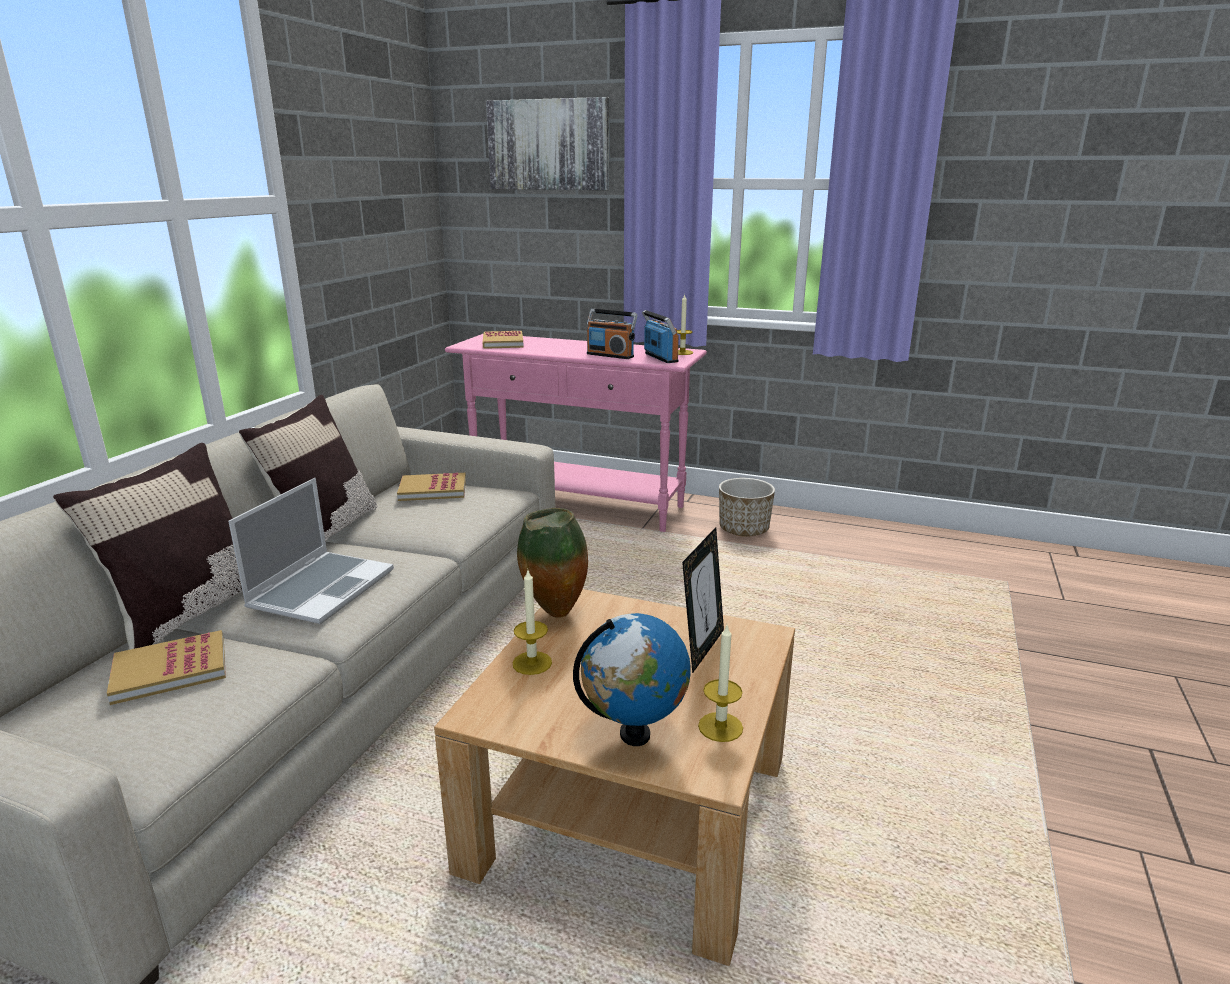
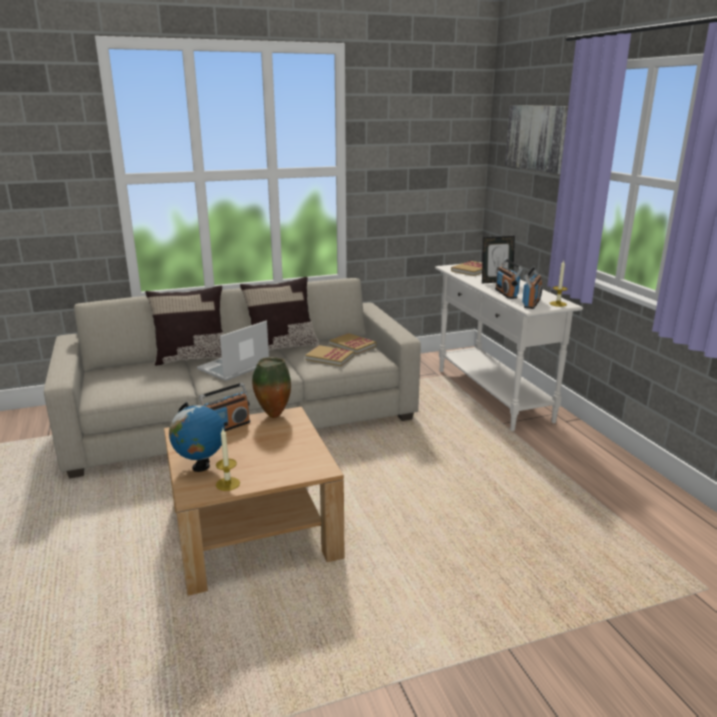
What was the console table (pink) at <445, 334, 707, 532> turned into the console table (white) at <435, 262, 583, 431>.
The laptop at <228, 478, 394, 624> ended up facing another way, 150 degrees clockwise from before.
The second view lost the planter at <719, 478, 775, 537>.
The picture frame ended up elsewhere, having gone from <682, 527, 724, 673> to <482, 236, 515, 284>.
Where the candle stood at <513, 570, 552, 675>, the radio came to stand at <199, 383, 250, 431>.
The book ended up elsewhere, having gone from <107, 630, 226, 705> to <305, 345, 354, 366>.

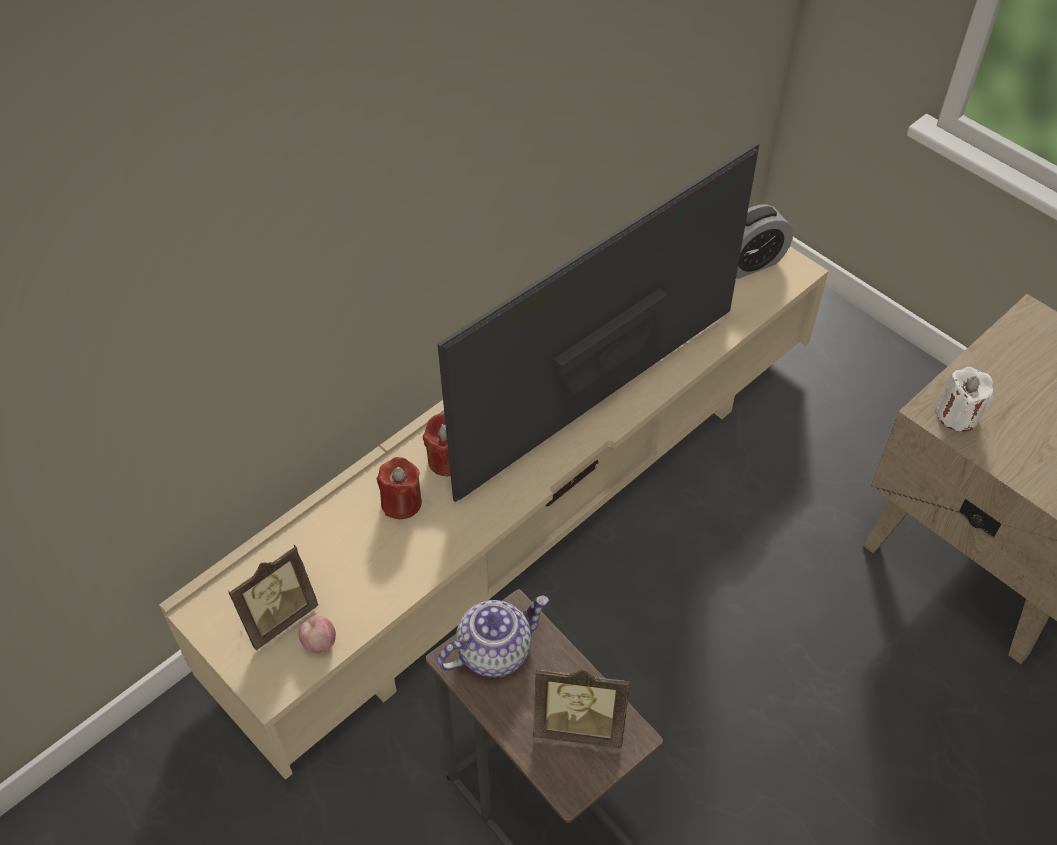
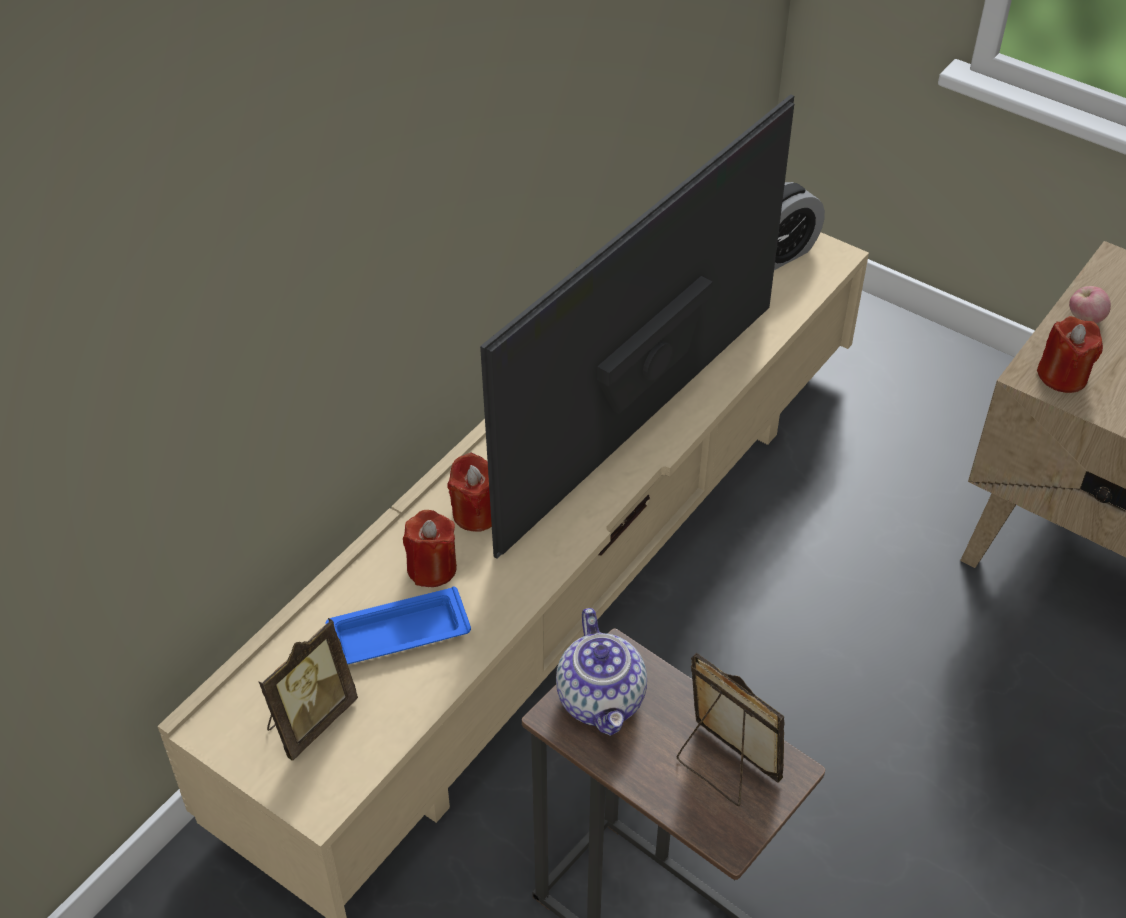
What was the candle (white) at <936, 367, 993, 431> turned into the candle (red) at <1037, 316, 1103, 393>.
The teapot at <437, 595, 549, 677> ended up facing another way, 120 degrees clockwise from before.
The apple ended up elsewhere, having gone from <299, 615, 336, 653> to <1069, 286, 1111, 324>.
The picture frame at <533, 668, 630, 748> ended up facing another way, 135 degrees counterclockwise from before.
The second view gained the tray (blue) at <326, 586, 471, 665>.

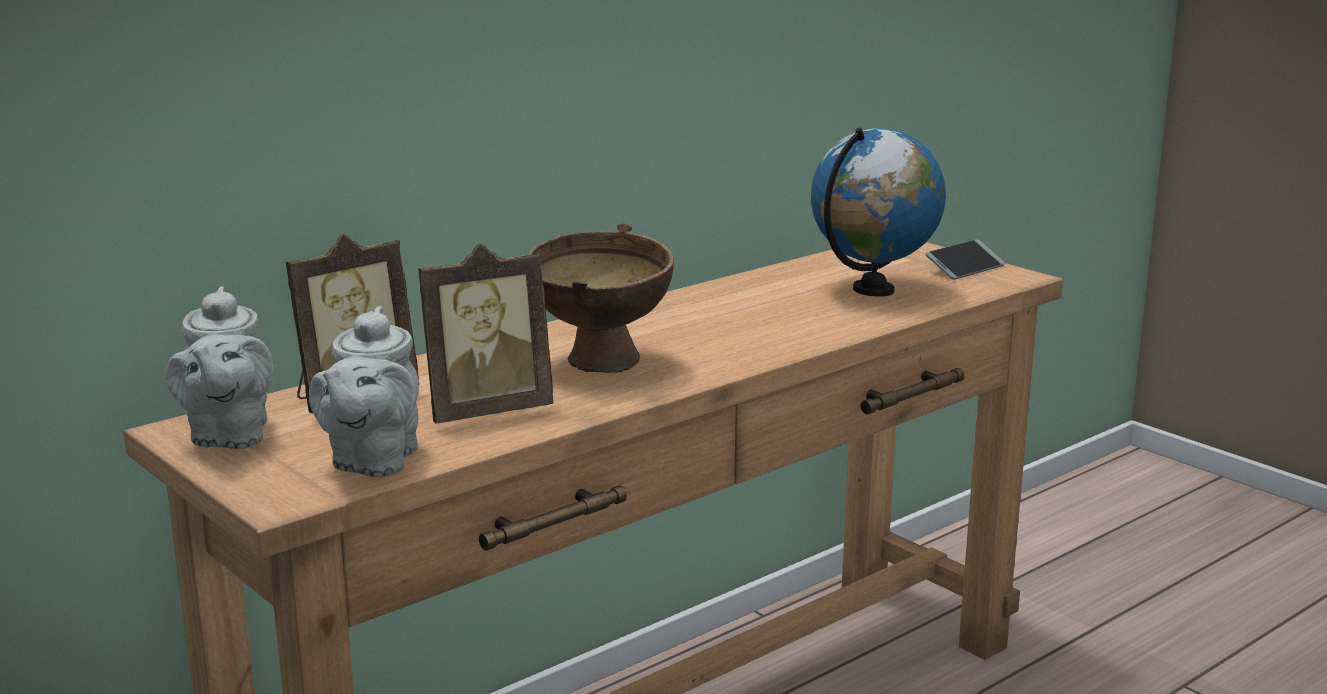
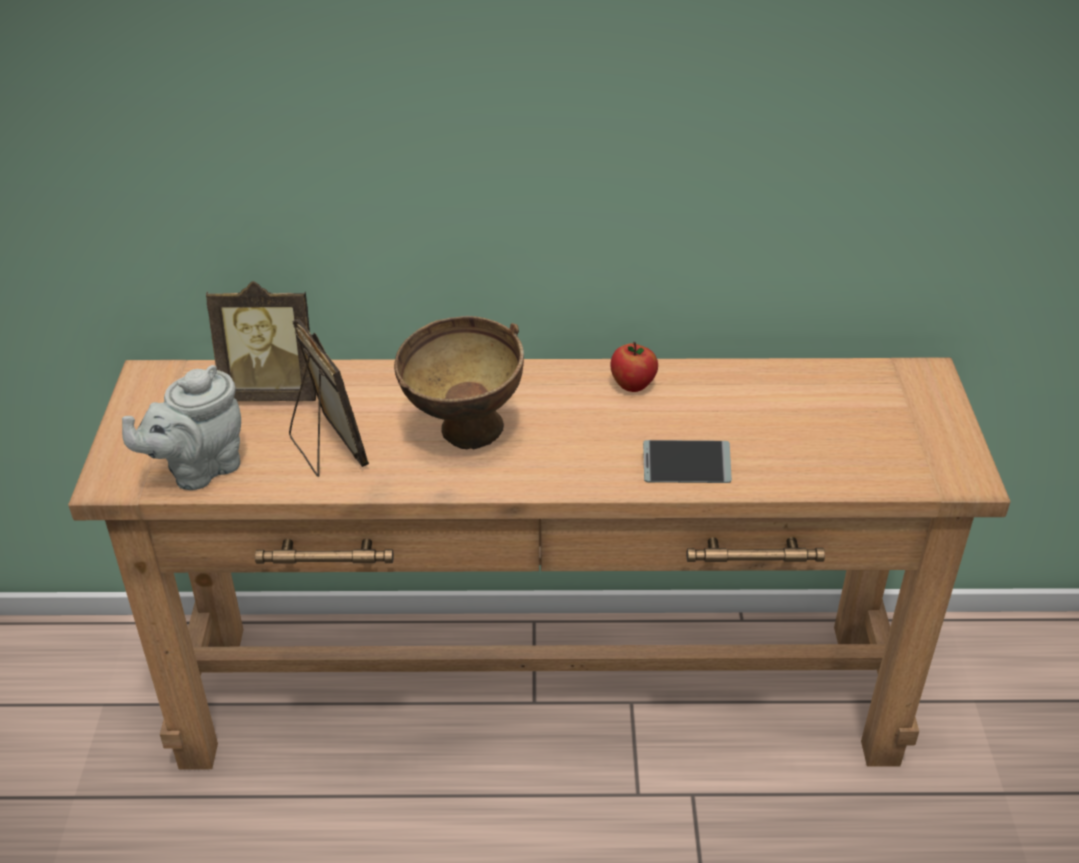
The second view lost the globe at <811, 128, 946, 297>.
The phone ended up elsewhere, having gone from <925, 239, 1005, 280> to <643, 440, 732, 483>.
The picture frame at <418, 243, 553, 423> ended up facing another way, 135 degrees counterclockwise from before.
The second view lost the teapot (grey) at <166, 286, 273, 449>.
The second view gained the apple at <610, 342, 658, 392>.

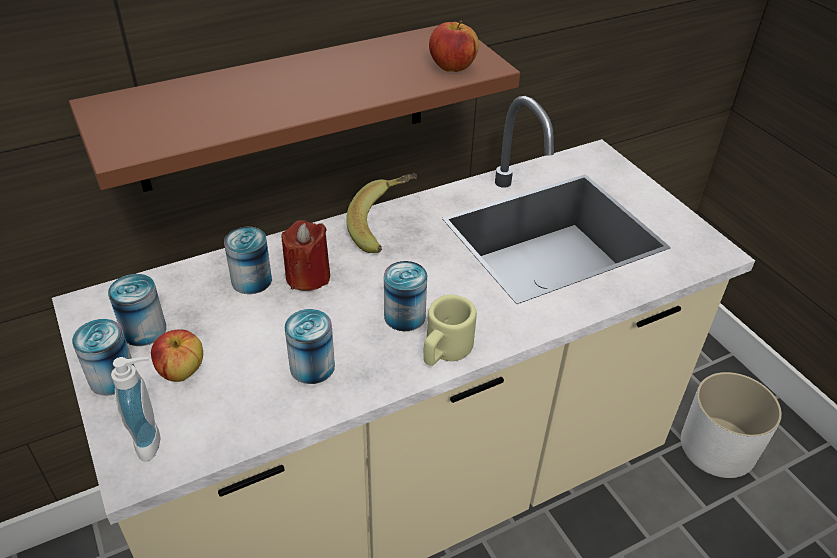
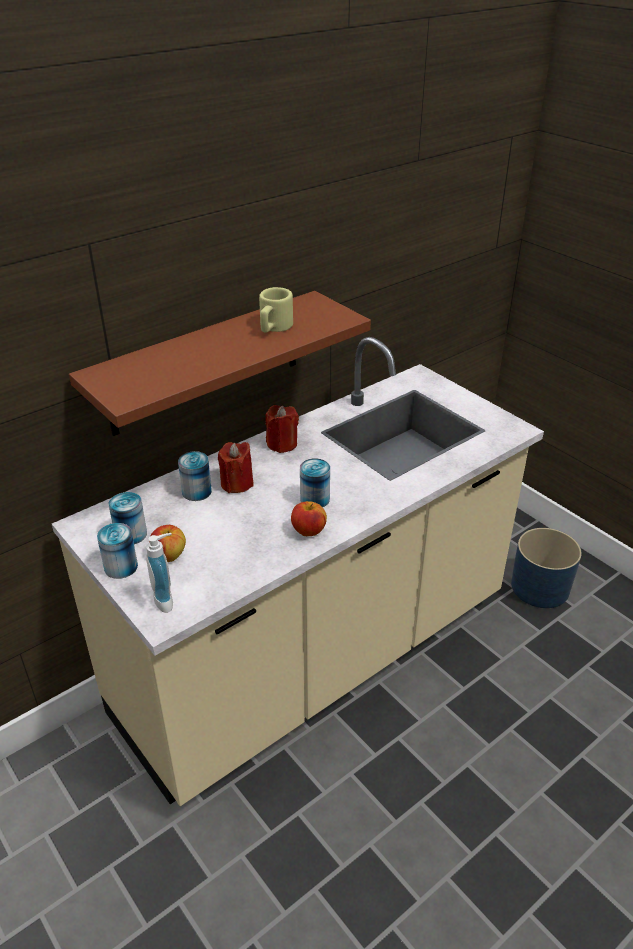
The apple ended up elsewhere, having gone from <429, 21, 479, 72> to <291, 501, 327, 536>.
Where the banana stood at <346, 173, 417, 253>, the candle (red) came to stand at <265, 405, 299, 453>.
The mug (beige) ended up elsewhere, having gone from <423, 295, 477, 366> to <259, 287, 293, 332>.
The second view lost the can at <285, 309, 335, 384>.
What was the planter (white) at <681, 372, 782, 478> turned into the planter (blue) at <511, 528, 582, 608>.

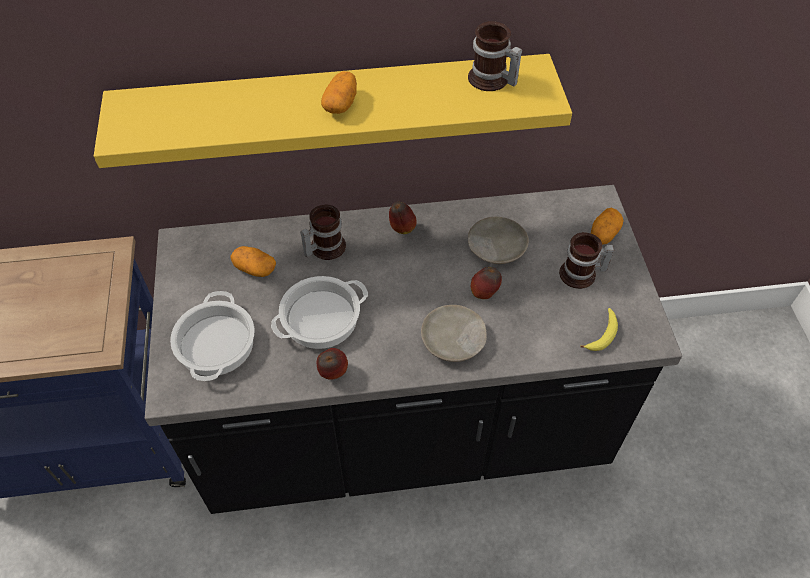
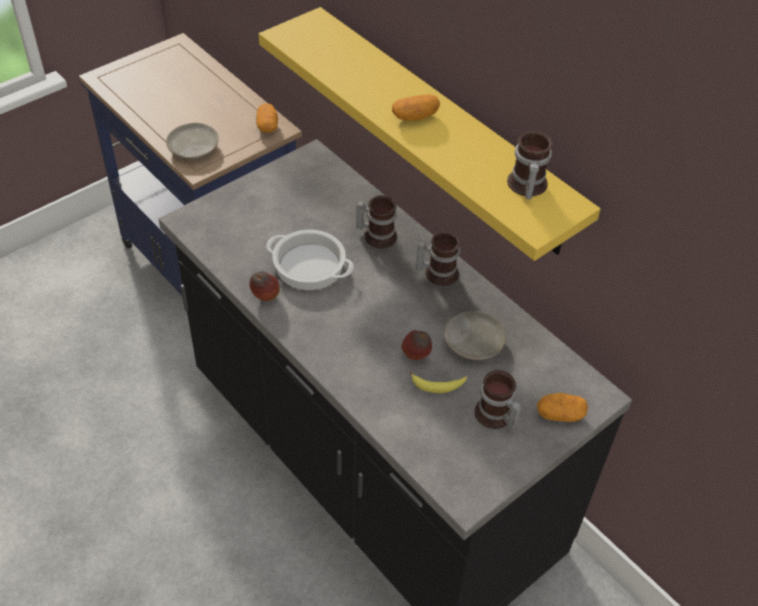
Where the apple stood at <389, 202, 417, 234>, the mug came to stand at <416, 232, 460, 286>.
The potato ended up elsewhere, having gone from <230, 246, 276, 277> to <256, 103, 278, 133>.
The second view lost the cooking pot at <170, 291, 254, 381>.
The plate (beige) ended up elsewhere, having gone from <421, 305, 487, 362> to <166, 123, 219, 159>.
The banana ended up elsewhere, having gone from <581, 308, 618, 351> to <410, 372, 467, 393>.

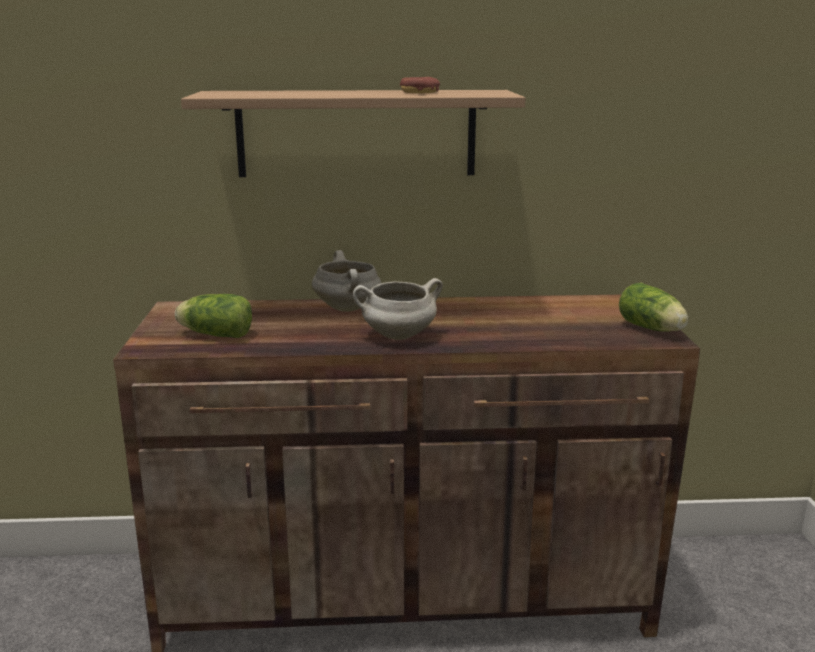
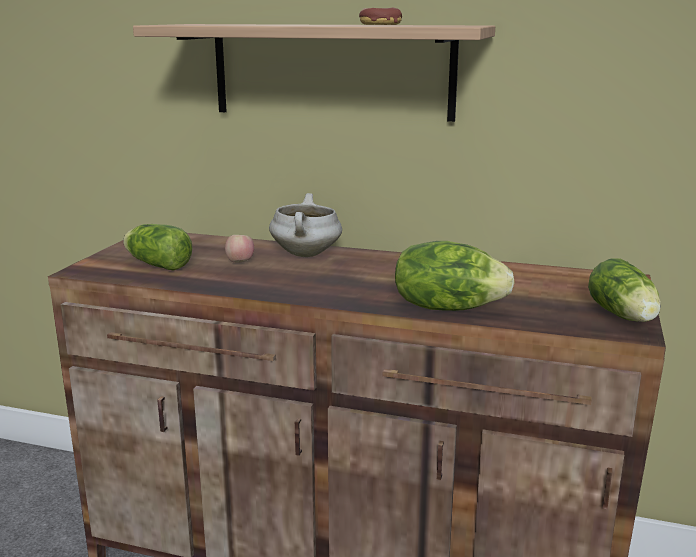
The second view lost the cooking pot (white) at <353, 278, 443, 340>.
The second view gained the apple at <225, 235, 254, 263>.
The second view gained the lettuce at <395, 241, 515, 311>.

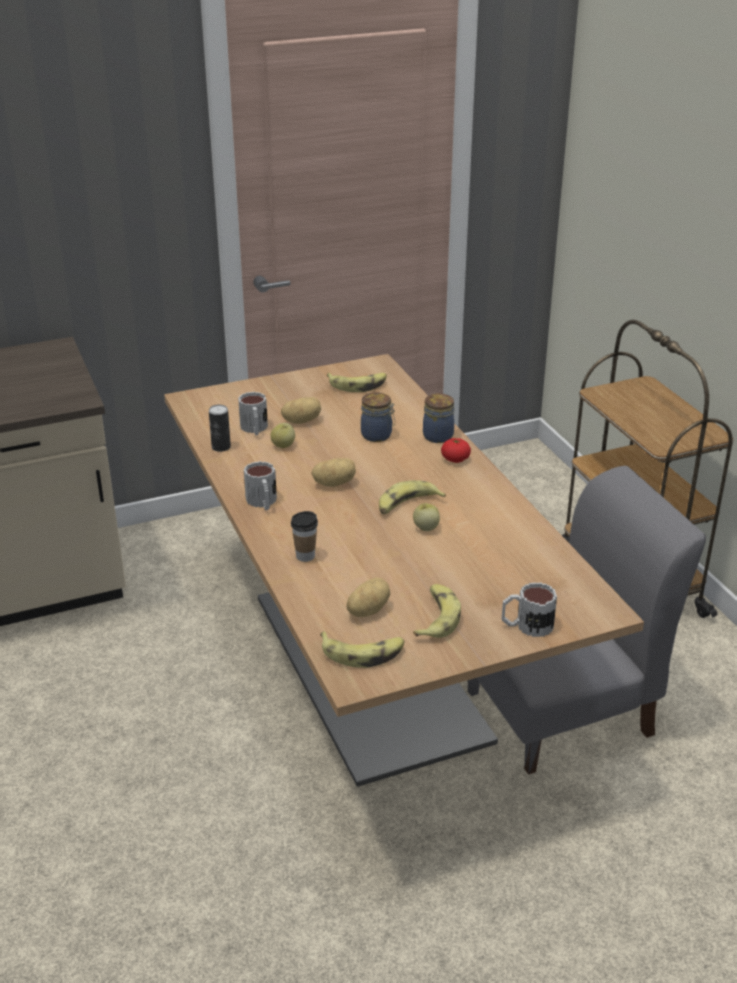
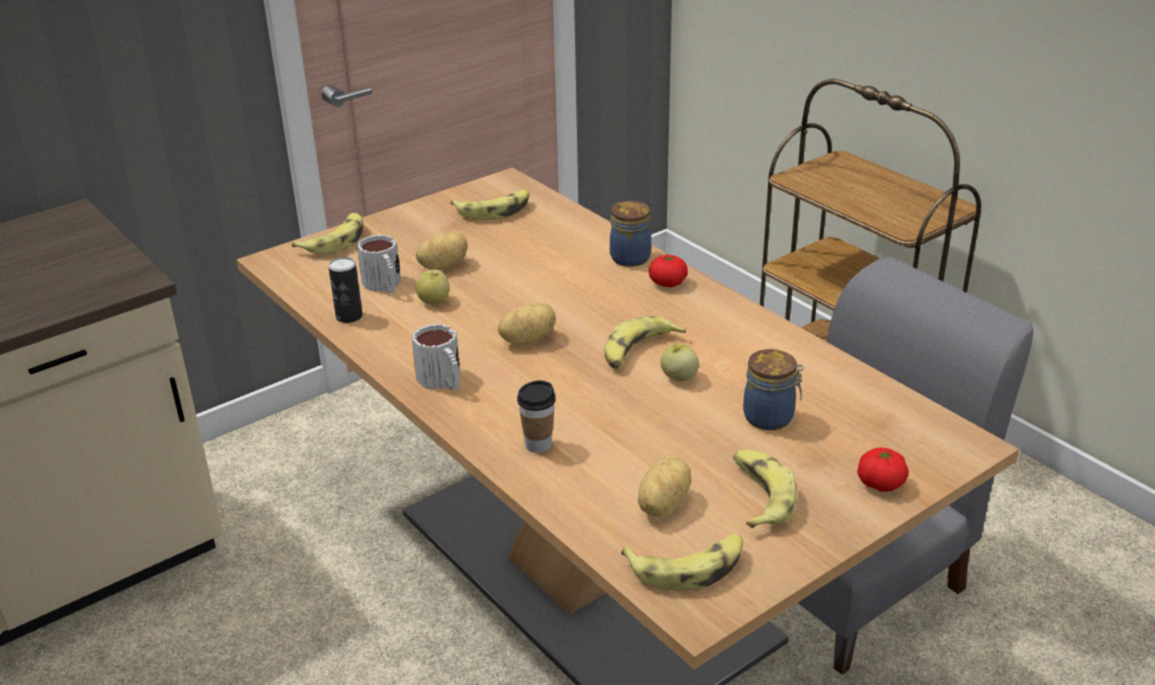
The jar ended up elsewhere, having gone from <361, 392, 395, 442> to <743, 349, 803, 430>.
Where the mug stood at <502, 583, 557, 637>, the tomato came to stand at <857, 448, 909, 492>.
The second view gained the banana at <292, 213, 363, 254>.

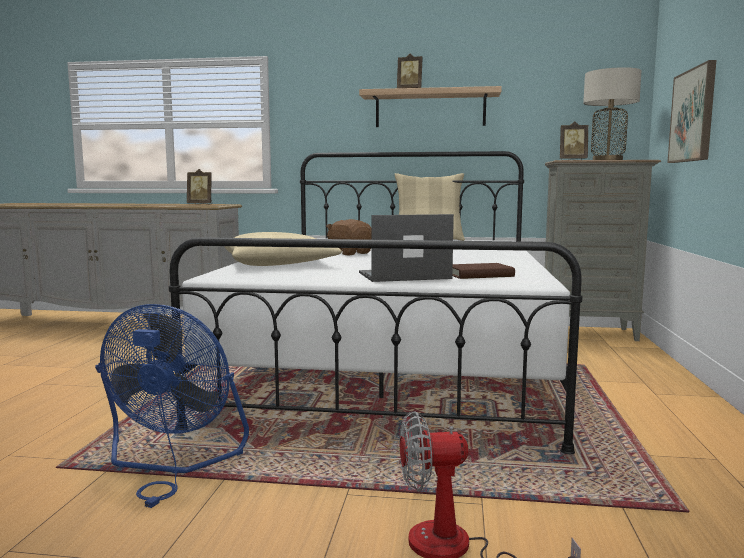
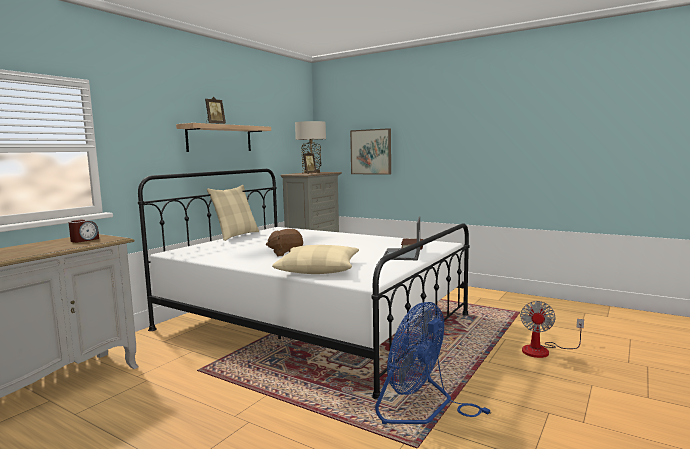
Where the picture frame stood at <187, 169, 212, 203>, the alarm clock came to stand at <68, 219, 99, 243>.

